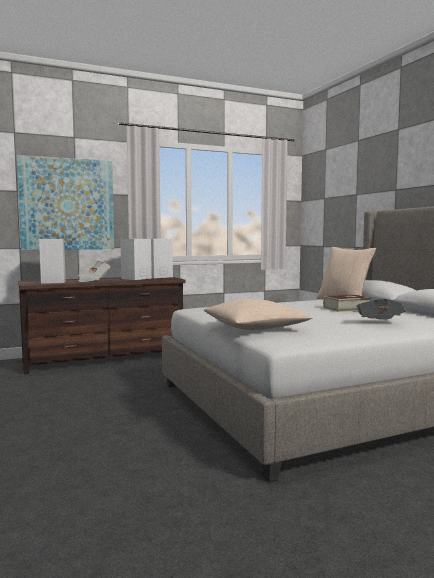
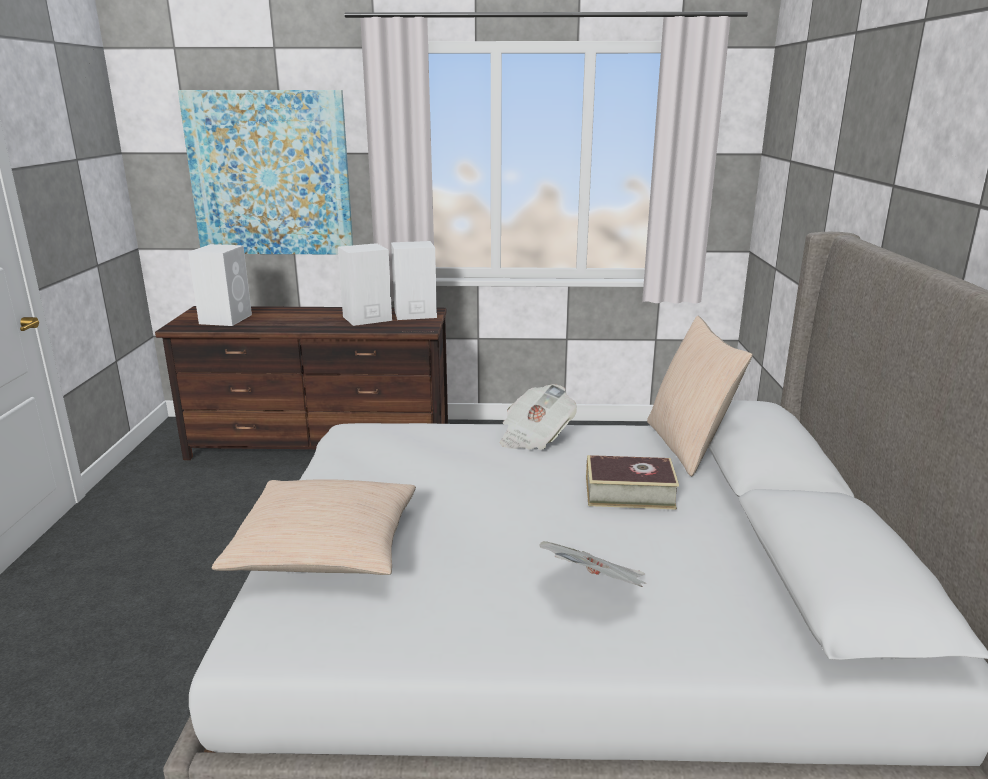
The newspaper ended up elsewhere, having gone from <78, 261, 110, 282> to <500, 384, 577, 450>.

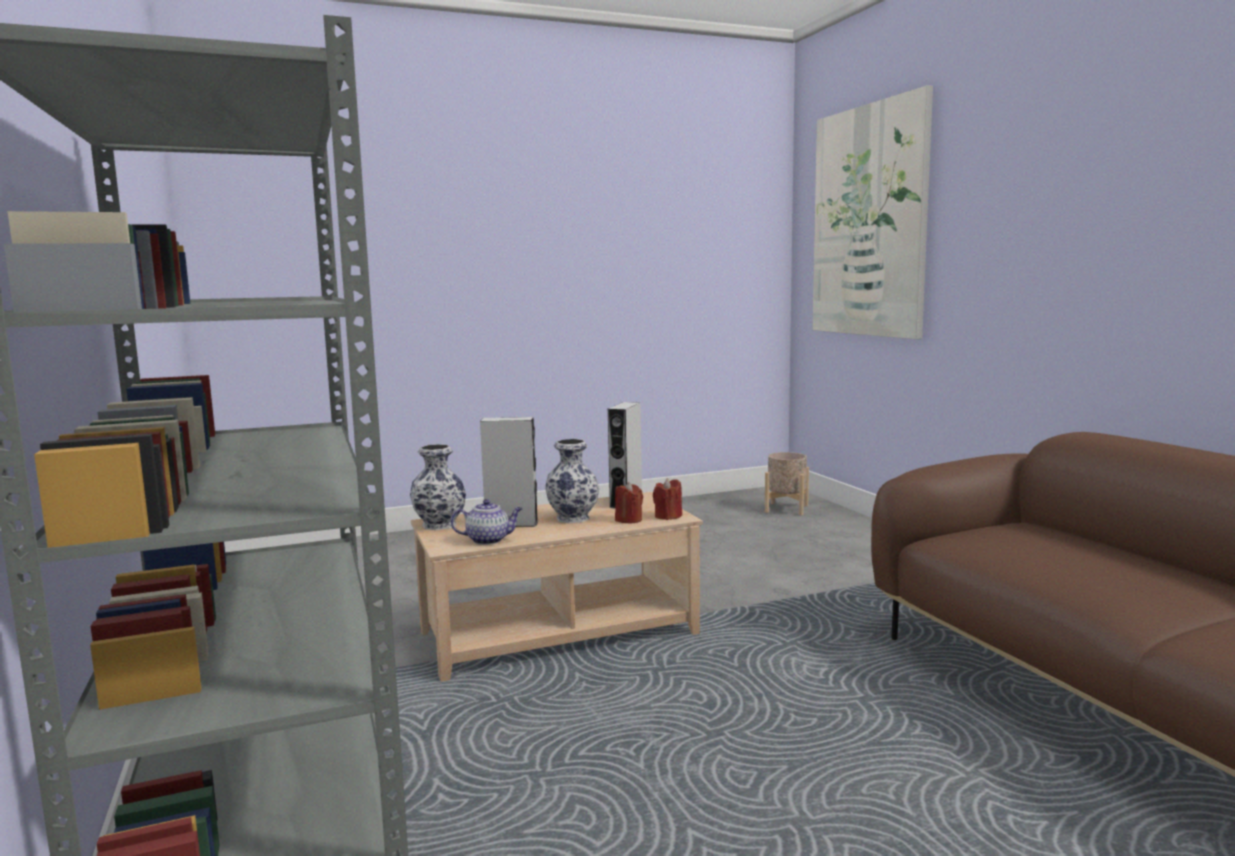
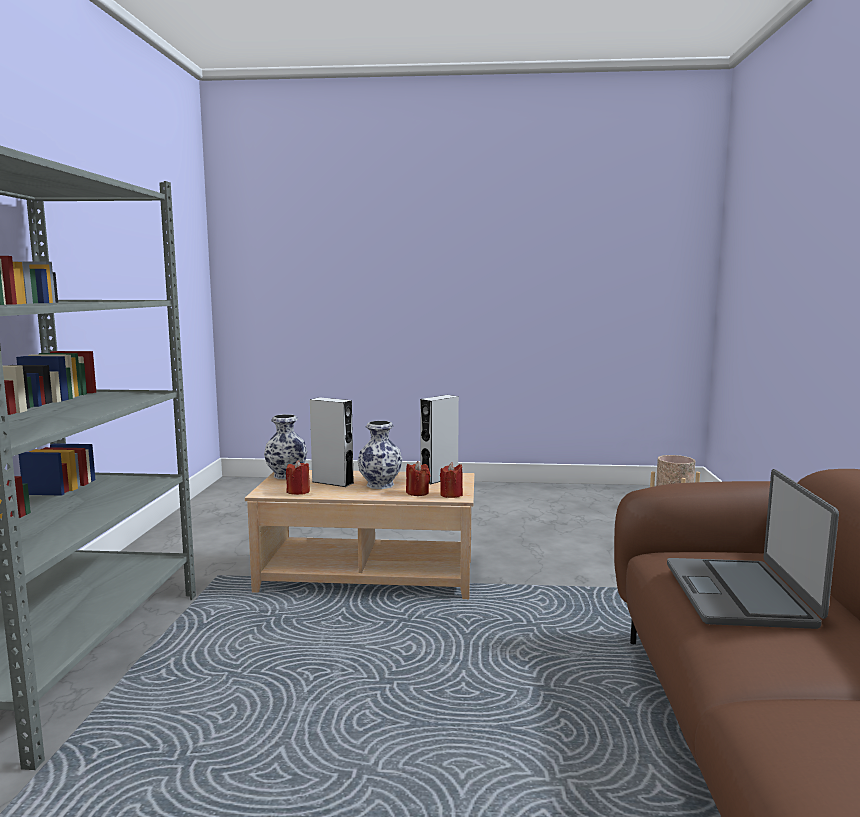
The second view lost the picture at <812, 85, 933, 339>.
Where the teapot stood at <451, 499, 523, 545>, the candle (red) came to stand at <286, 460, 310, 495>.
The second view gained the laptop at <667, 469, 839, 629>.

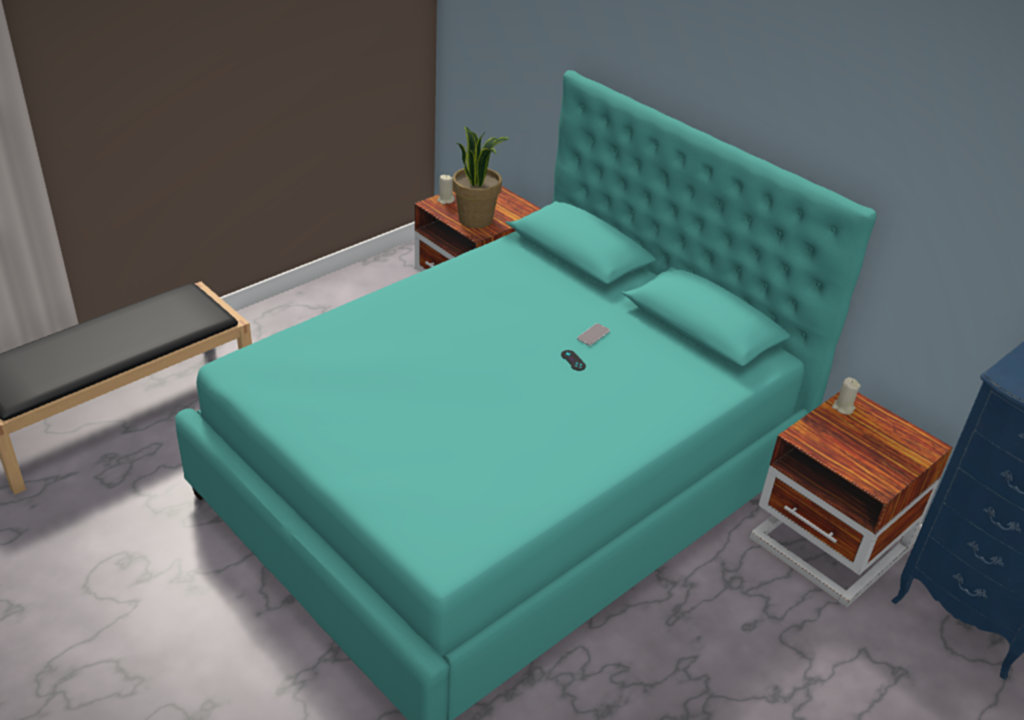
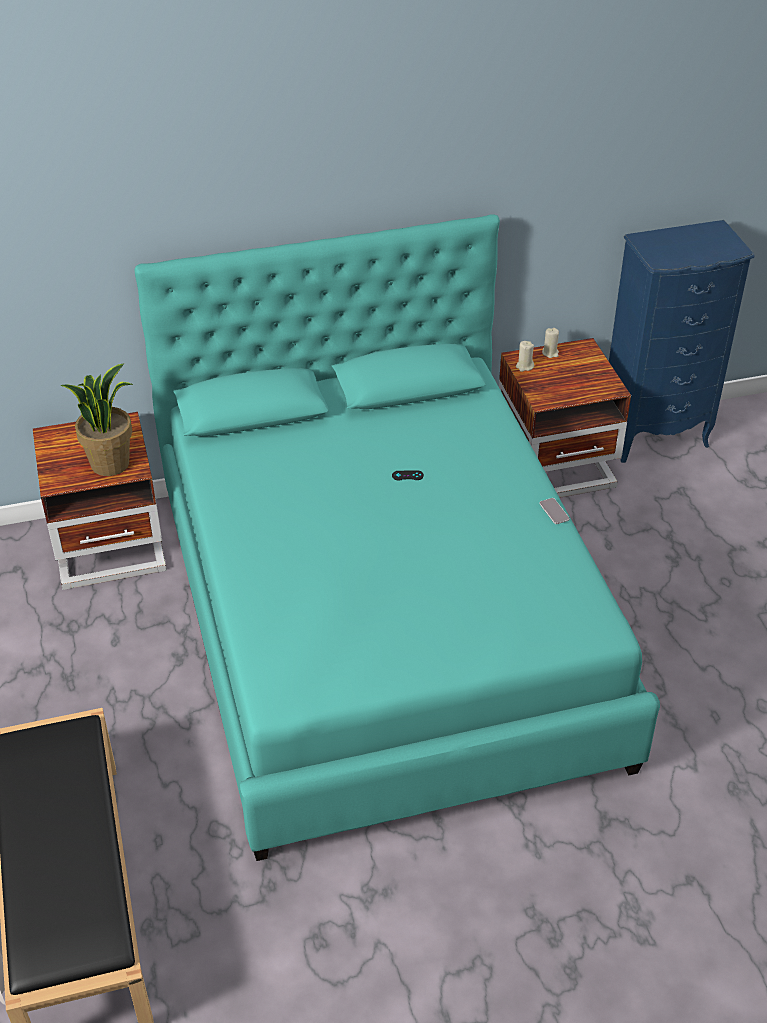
The candle (beige) ended up elsewhere, having gone from <437, 175, 455, 205> to <542, 328, 559, 358>.
The phone ended up elsewhere, having gone from <577, 323, 610, 346> to <539, 498, 570, 524>.

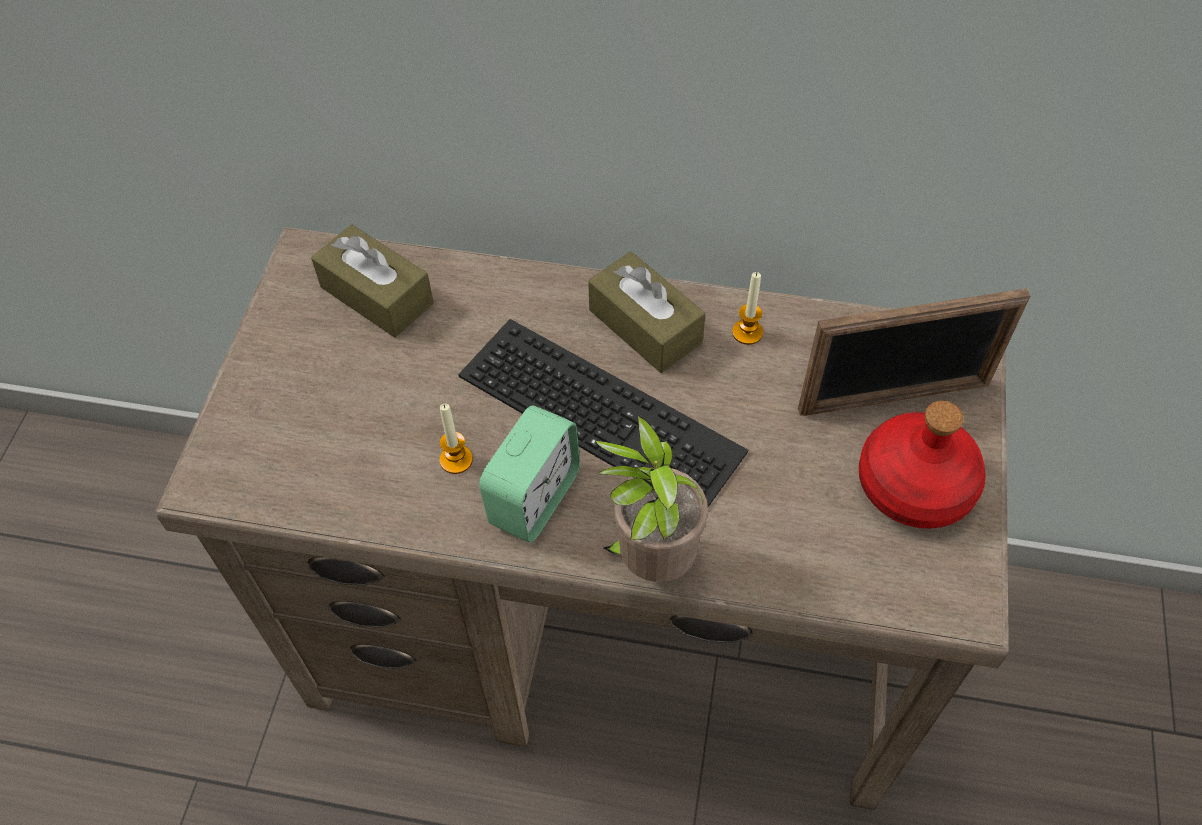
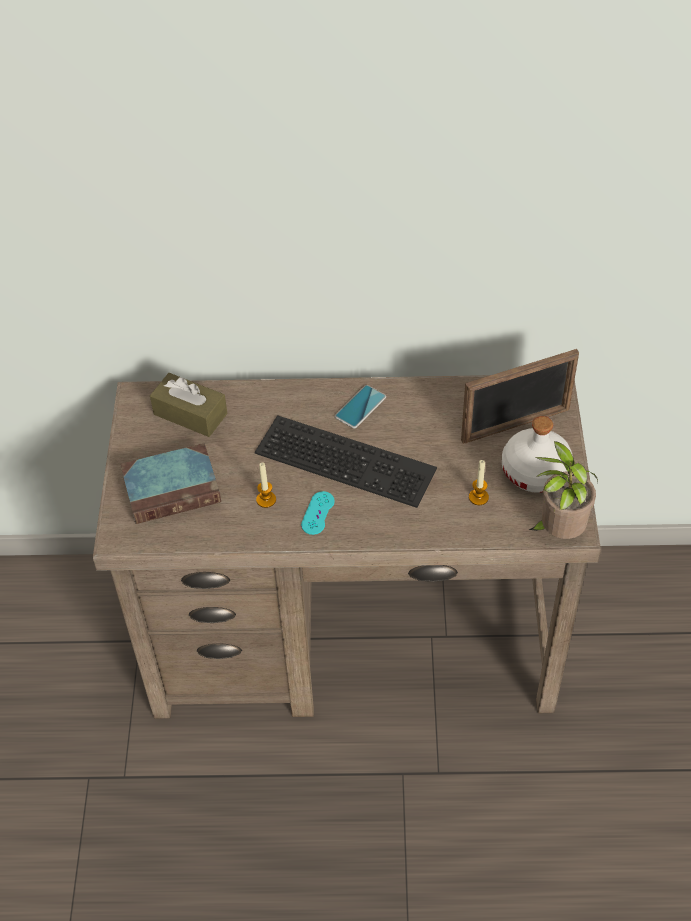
Where the tissue box (brown) stood at <588, 252, 706, 373>, the phone came to stand at <335, 385, 386, 429>.
The candle ended up elsewhere, having gone from <732, 272, 763, 345> to <469, 460, 489, 505>.
What was the bottle (red) at <859, 401, 986, 529> turned into the bottle (white) at <502, 416, 573, 493>.
Where the alarm clock stood at <479, 406, 580, 543>, the game controller (turquoise) came to stand at <301, 491, 335, 535>.
The potted plant ended up elsewhere, having gone from <595, 415, 708, 582> to <529, 441, 598, 539>.
The second view gained the book at <120, 443, 221, 524>.

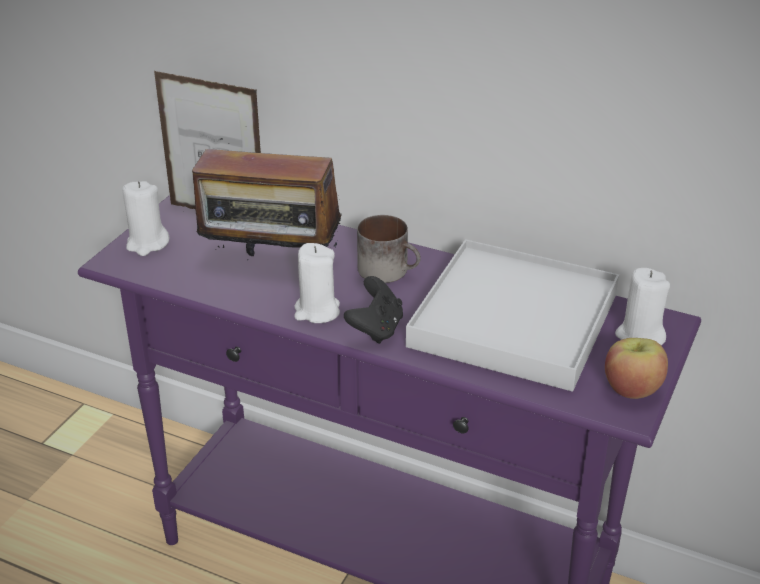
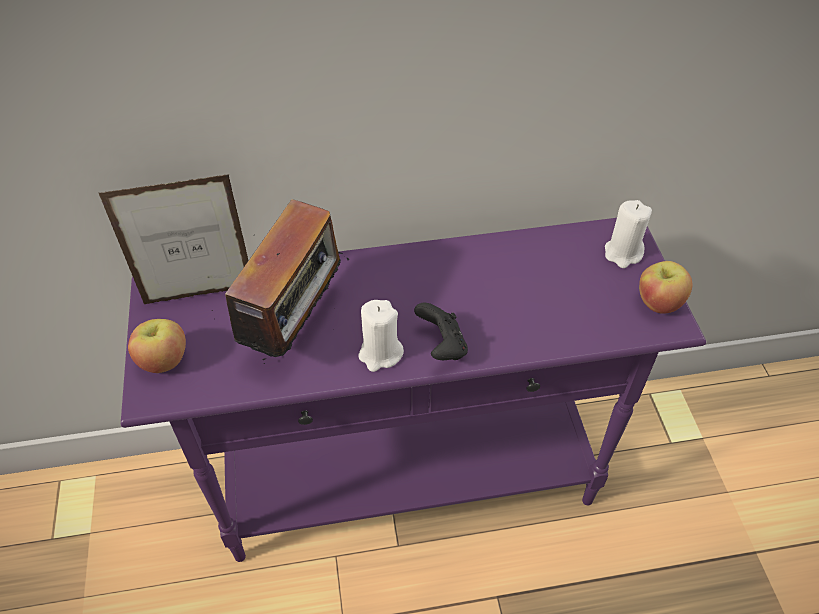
The radio at <192, 138, 341, 258> ended up facing another way, 45 degrees counterclockwise from before.
Where the candle (white) stood at <122, 181, 170, 256>, the apple came to stand at <128, 319, 186, 373>.
The second view lost the mug at <357, 215, 421, 283>.
The second view lost the tray (white) at <406, 239, 619, 392>.

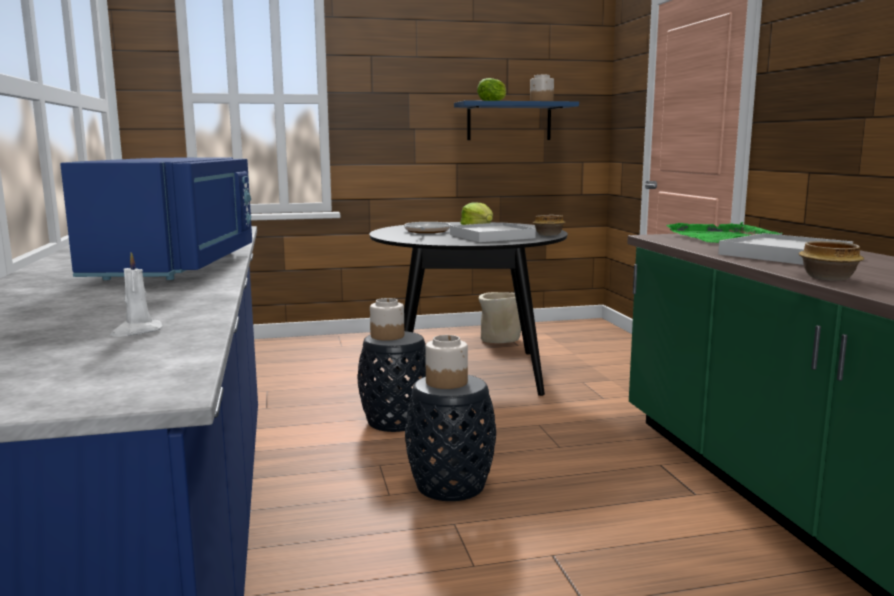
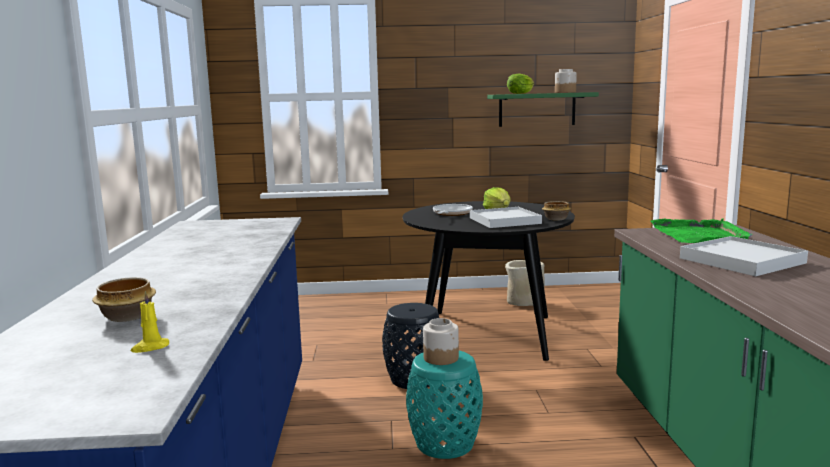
What was the shelf (blue) at <454, 100, 579, 140> turned into the shelf (green) at <487, 92, 599, 127>.
The second view lost the microwave (blue) at <60, 157, 252, 280>.
The bowl ended up elsewhere, having gone from <799, 241, 864, 281> to <92, 277, 156, 322>.
What was the candle (white) at <110, 252, 163, 337> turned into the candle (yellow) at <131, 291, 169, 353>.
The second view lost the jar at <370, 298, 404, 341>.
What was the stool (black) at <405, 375, 496, 501> turned into the stool (turquoise) at <406, 351, 483, 459>.

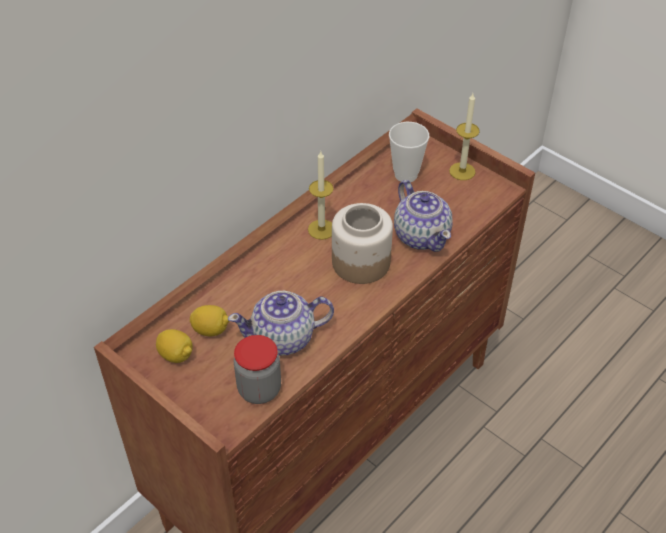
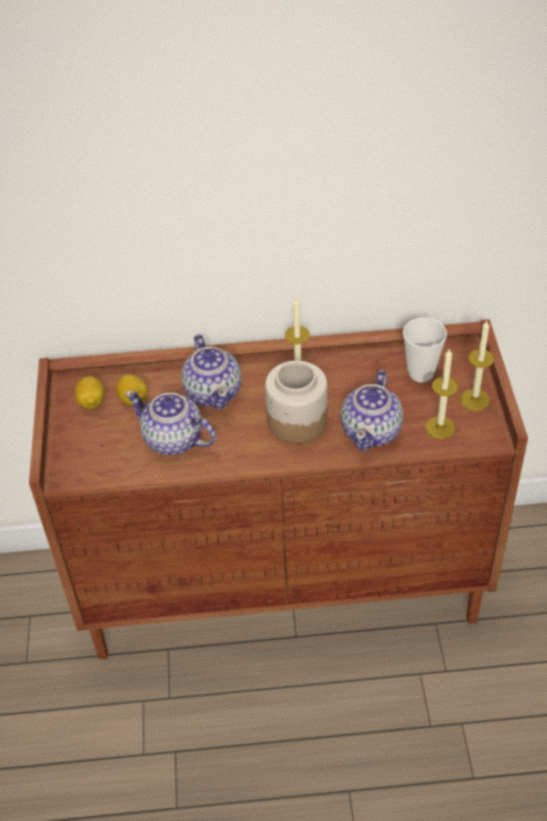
The second view lost the jar at <234, 335, 281, 404>.
The second view gained the teapot at <181, 334, 242, 410>.
The second view gained the candle at <425, 348, 458, 439>.

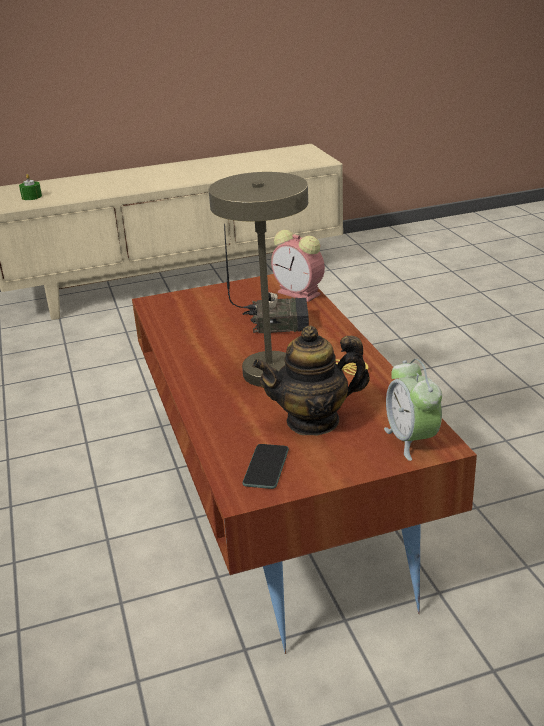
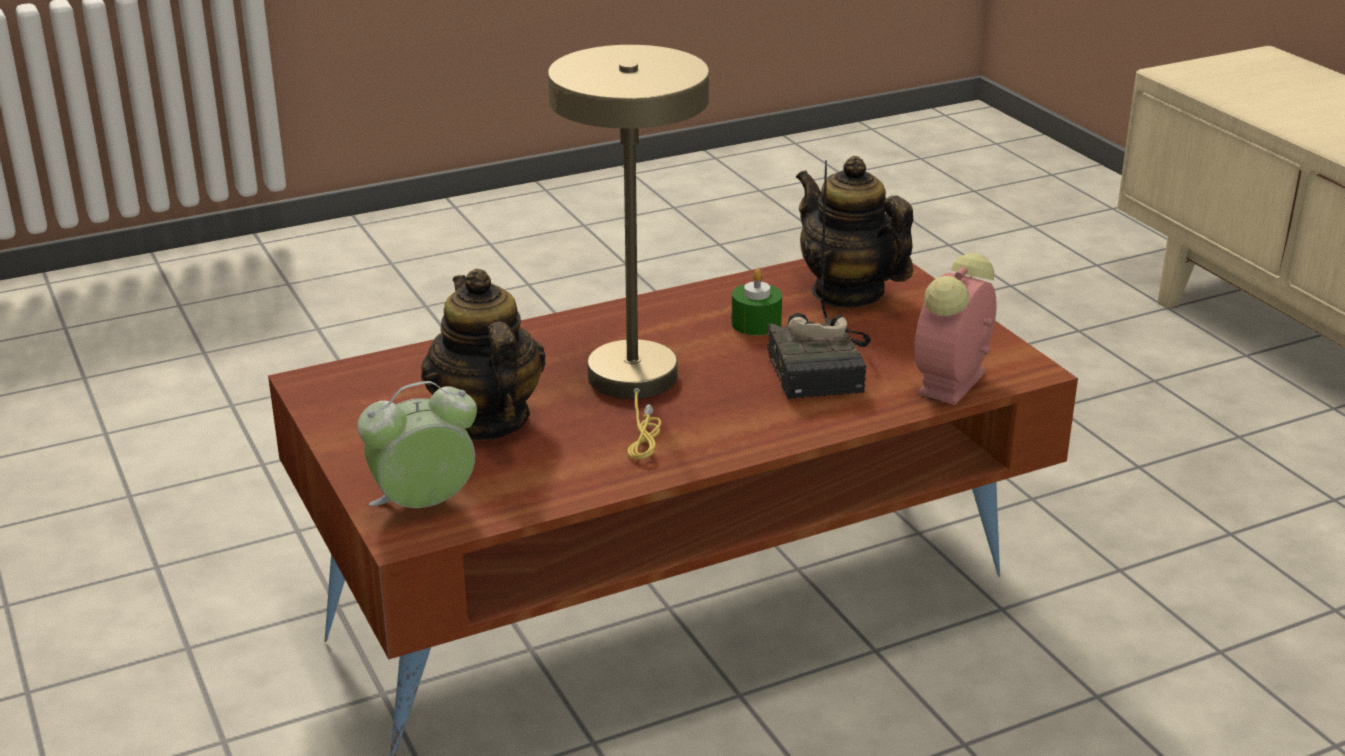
The candle (green) ended up elsewhere, having gone from <19, 174, 42, 200> to <731, 269, 782, 335>.
The second view lost the phone at <242, 444, 289, 489>.
The second view gained the teapot at <796, 156, 914, 308>.

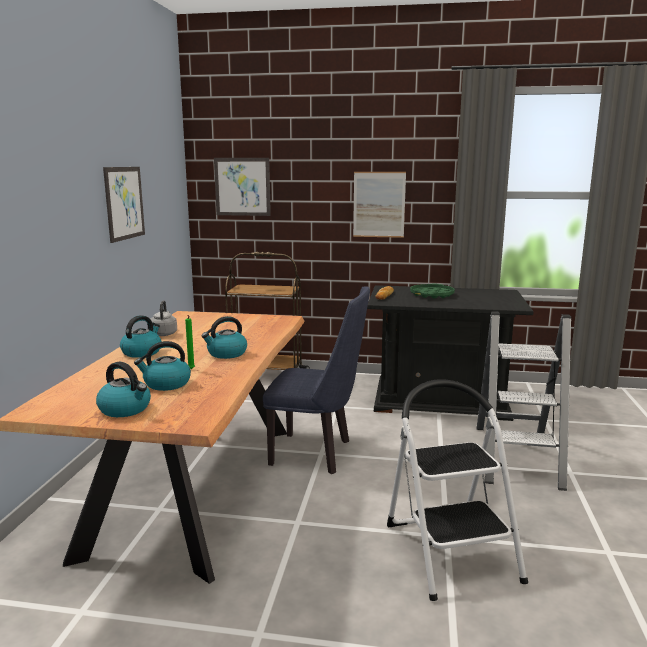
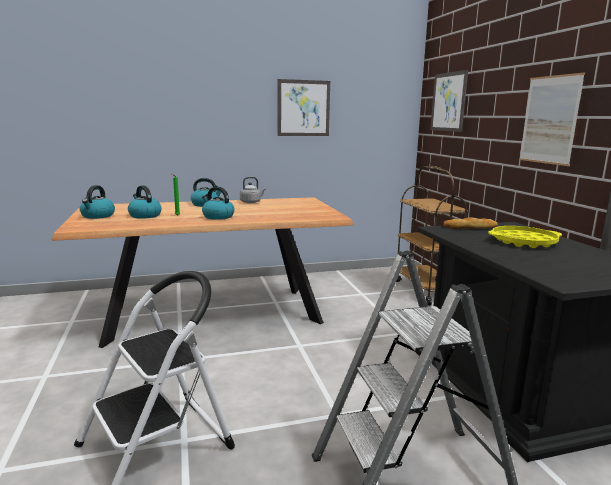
What was the tray (green) at <410, 284, 455, 299> turned into the tray (yellow) at <488, 226, 562, 248>.
The second view lost the chair (blue) at <263, 286, 370, 474>.

